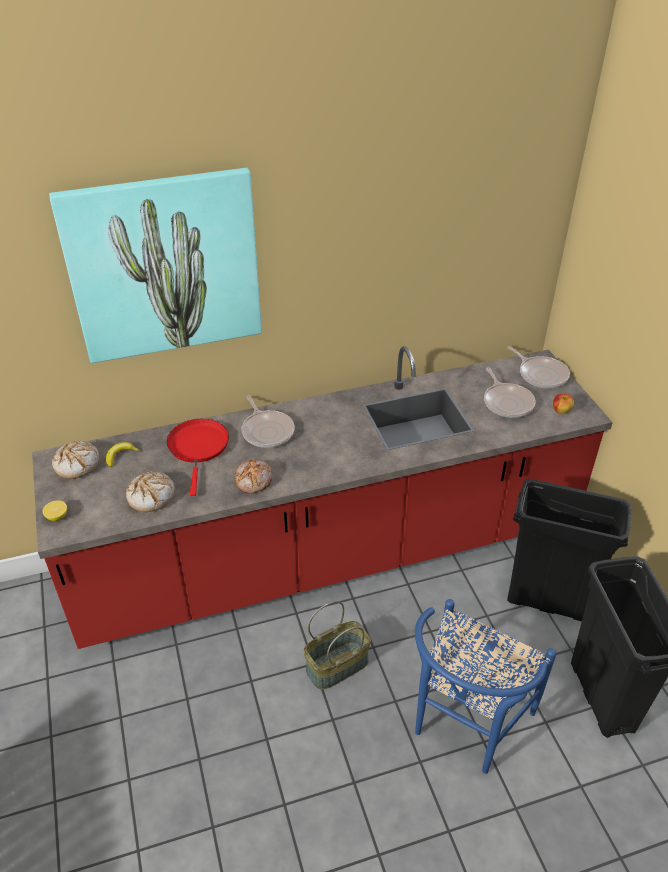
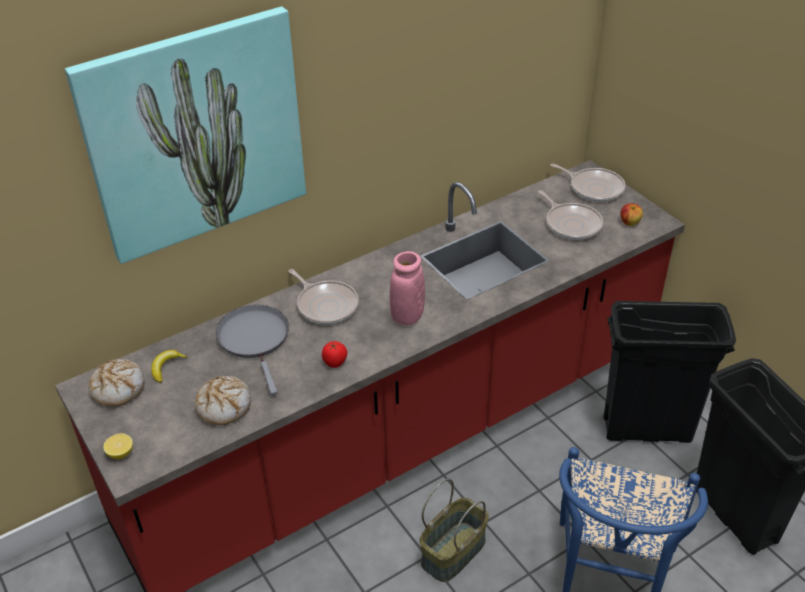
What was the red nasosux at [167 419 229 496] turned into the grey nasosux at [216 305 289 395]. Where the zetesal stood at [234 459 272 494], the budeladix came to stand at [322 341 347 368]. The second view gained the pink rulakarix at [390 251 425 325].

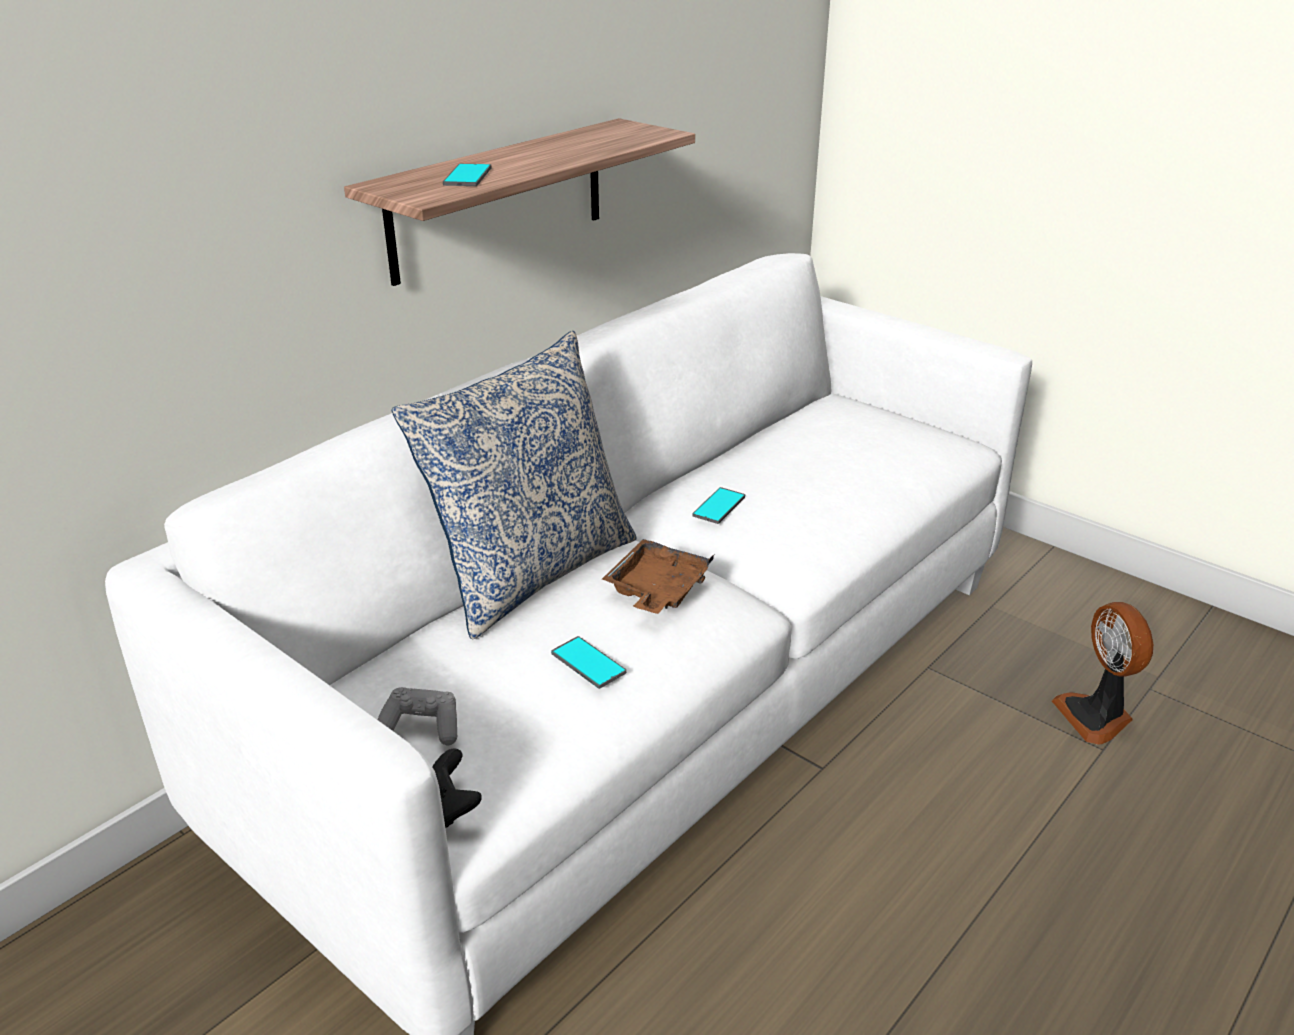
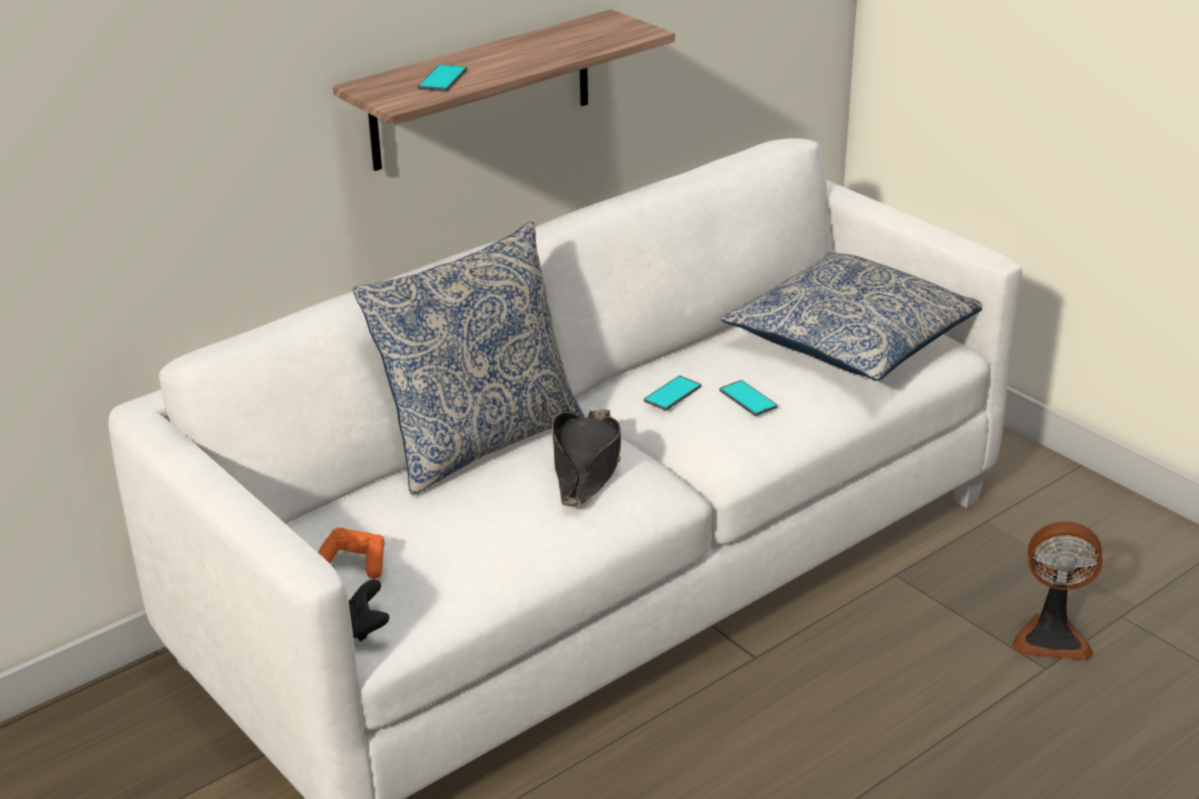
Where the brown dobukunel stood at [602 539 714 614], the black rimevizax came to stand at [552 409 621 506]. The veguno at [1052 602 1153 745] ended up facing another way, 75 degrees counterclockwise from before. The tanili ended up elsewhere, having gone from [551 636 626 689] to [719 380 778 416]. What was the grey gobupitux at [377 687 457 745] turned into the orange gobupitux at [318 528 385 579]. The second view gained the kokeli at [720 252 982 381].

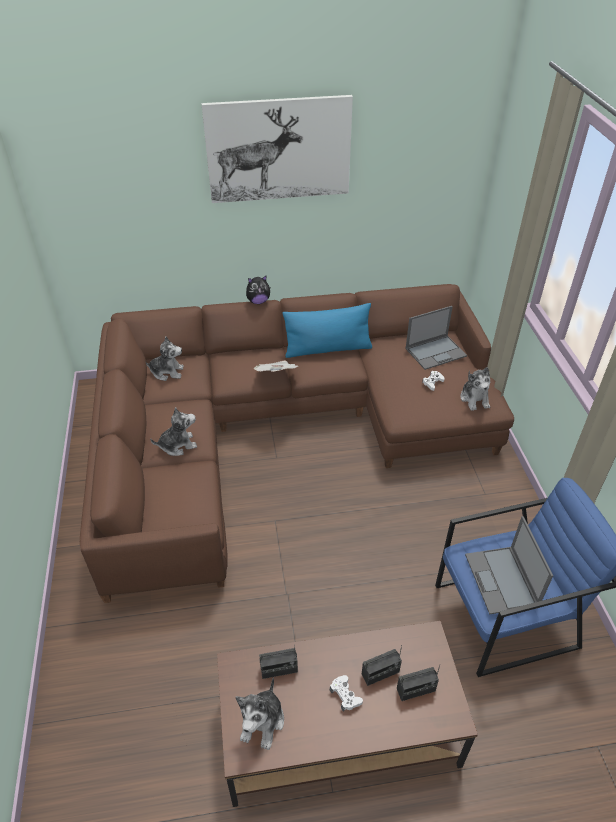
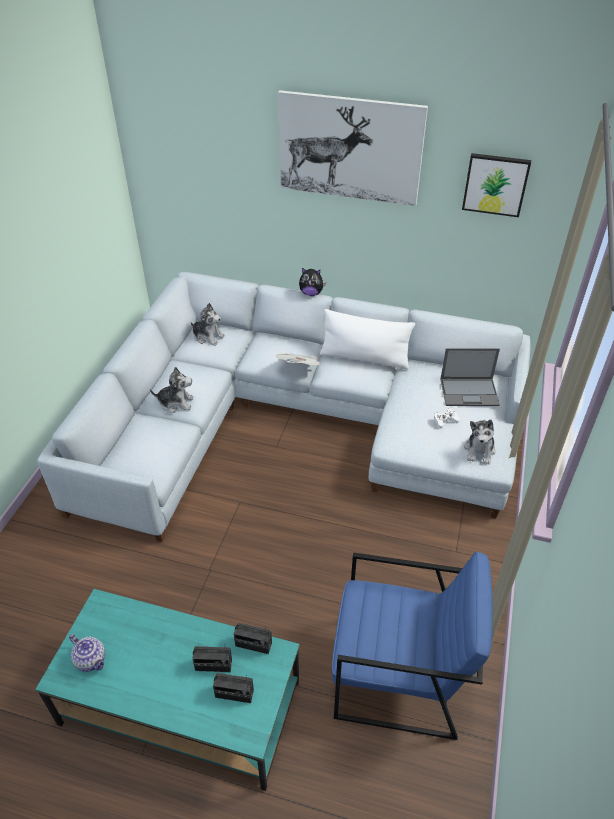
What was the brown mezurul at [80 284 514 603] turned into the grey mezurul at [37 272 531 542]. What was the blue kokeli at [282 303 372 358] turned into the white kokeli at [320 309 415 370]. The second view lost the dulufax at [465 516 553 615]. What was the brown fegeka at [217 621 478 807] turned into the turquoise fegeka at [35 589 300 791]. The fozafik ended up elsewhere, having gone from [259 644 298 679] to [234 623 272 654]. The second view lost the white gobupitux at [330 675 363 711]. Where the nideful stood at [236 677 284 750], the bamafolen came to stand at [69 634 105 672]. The second view gained the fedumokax at [462 153 531 217].

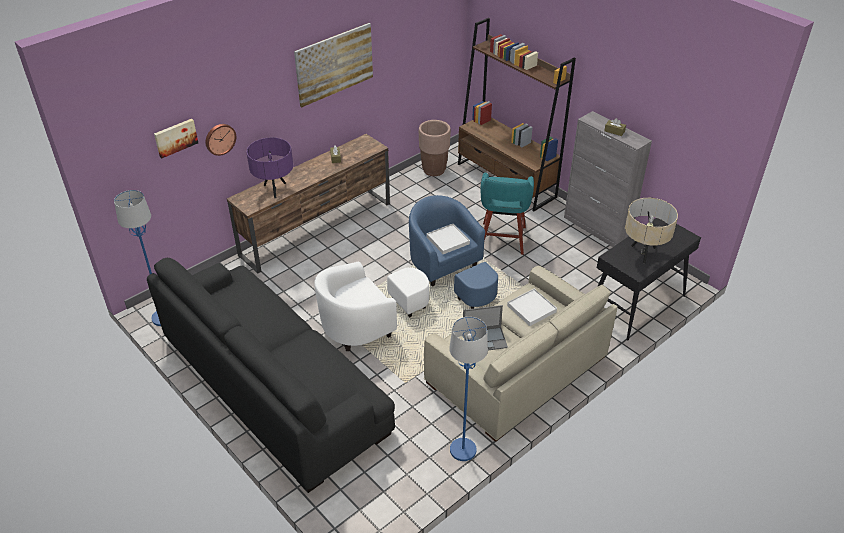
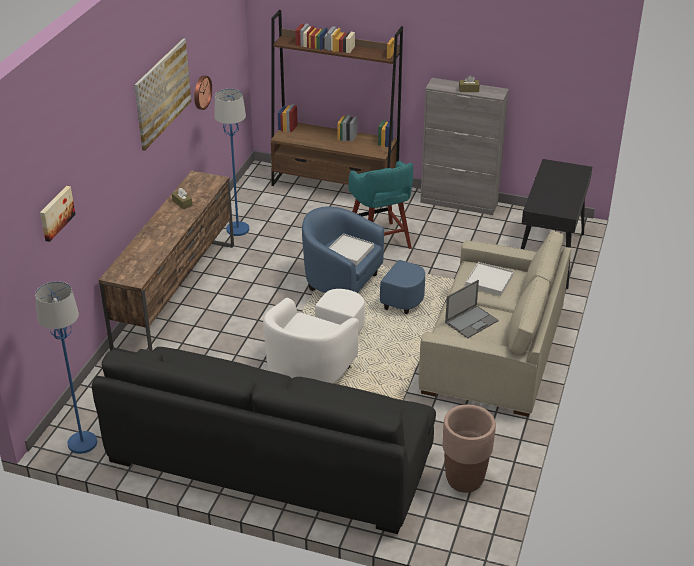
The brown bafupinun ended up elsewhere, having gone from [419 120 451 176] to [443 405 496 493]. The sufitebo ended up elsewhere, having gone from [206 124 236 156] to [194 75 212 110]. The second view lost the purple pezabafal at [247 138 293 198]. The second view lost the beige pezabafal at [625 198 678 264]. The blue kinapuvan ended up elsewhere, having gone from [449 317 488 461] to [214 89 249 236].

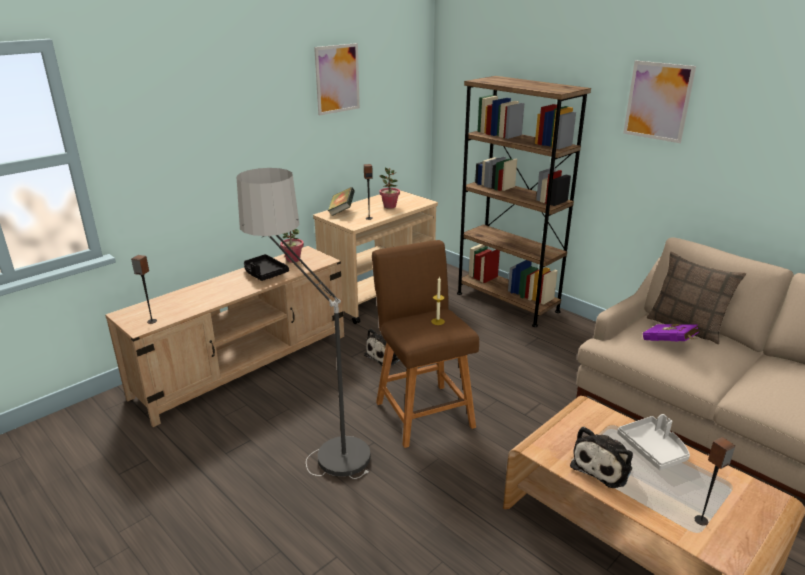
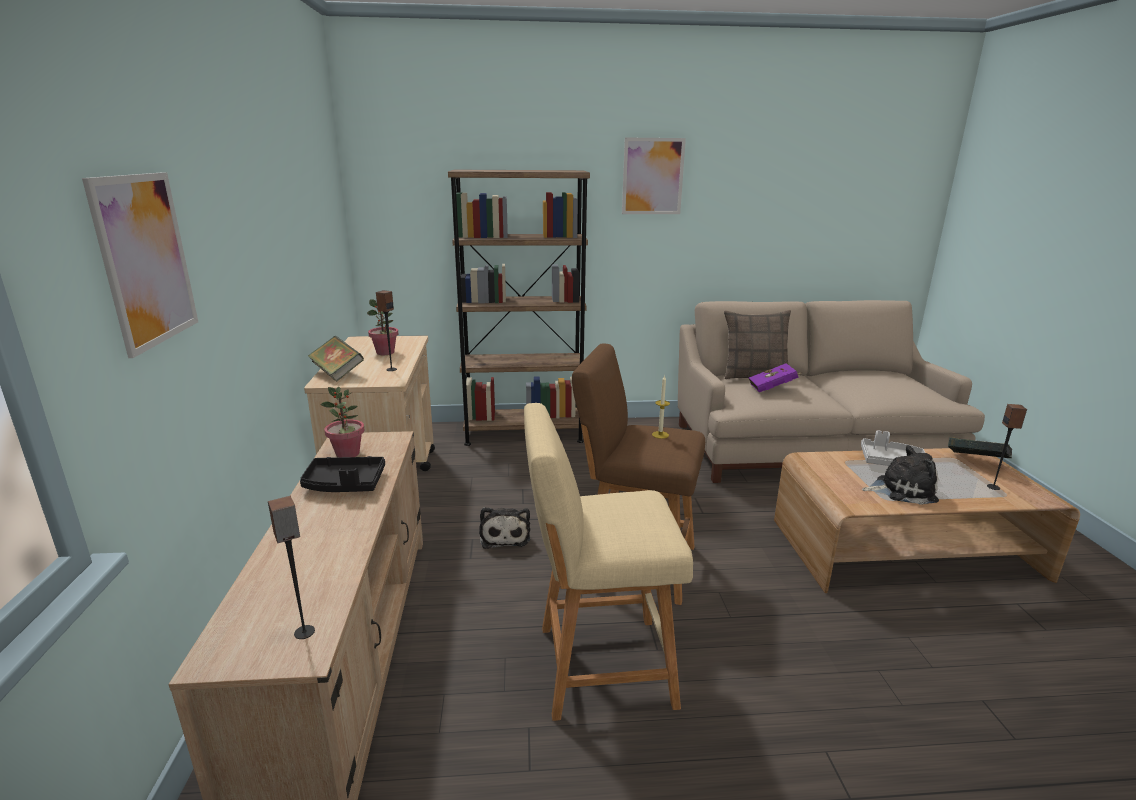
The fedumokax ended up elsewhere, having gone from [314 43 360 115] to [82 172 198 358]. Where the kinapuvan stood at [237 168 371 479], the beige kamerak came to stand at [524 403 693 721]. The nideful at [570 426 633 488] ended up facing another way, 75 degrees counterclockwise from before. The second view gained the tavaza at [948 437 1012 458].

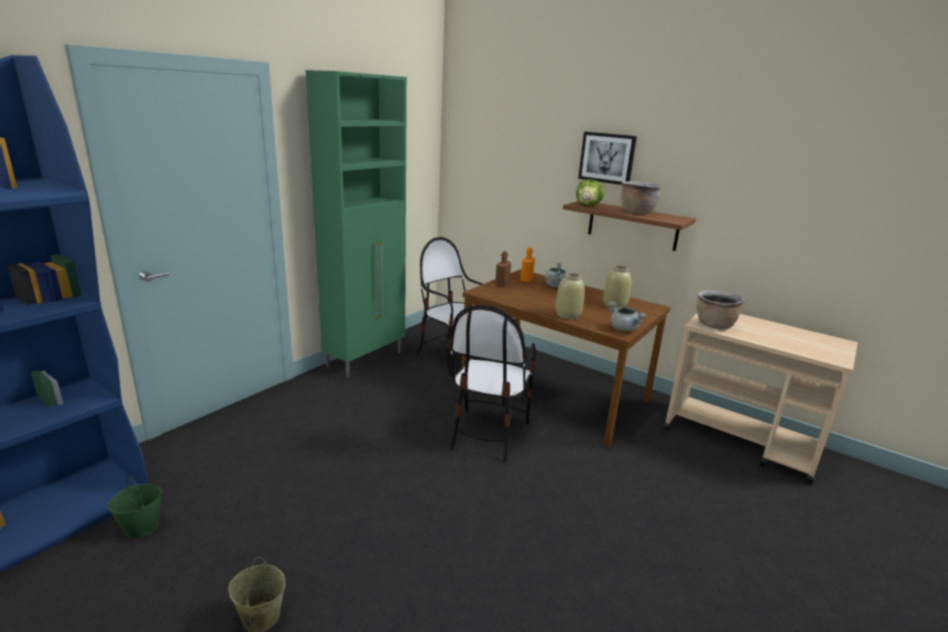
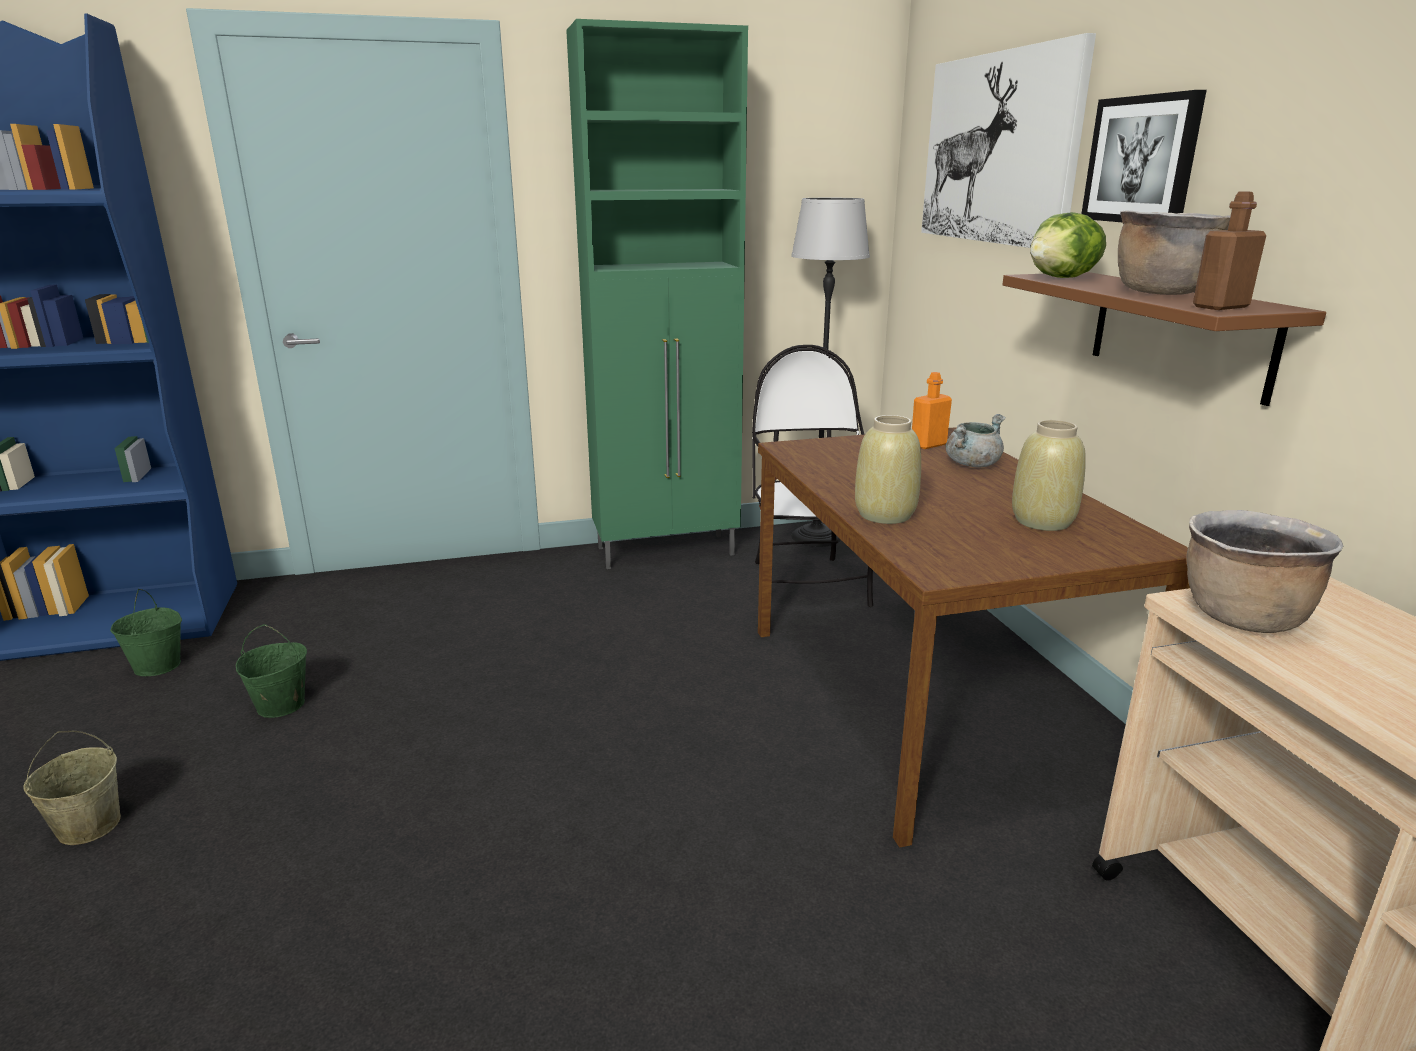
The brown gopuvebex ended up elsewhere, having gone from [495 251 511 287] to [1193 192 1266 310]. The second view lost the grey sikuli at [608 301 647 331]. The second view lost the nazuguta at [450 305 536 462]. The second view gained the fedumokax at [921 33 1096 248]. The second view gained the kinapuvan at [791 198 870 547]. The second view gained the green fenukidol at [236 624 307 718].

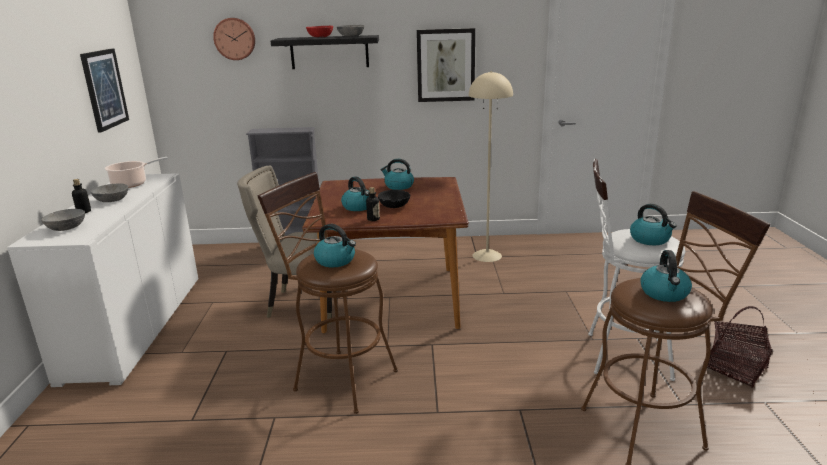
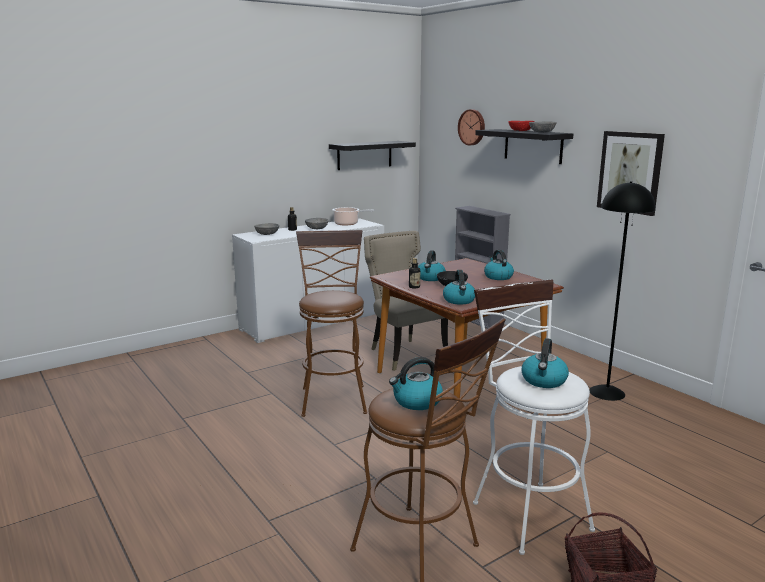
Where the fedumokax hung at [80 48 129 132], the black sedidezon came to hang at [329 141 416 170]. What was the beige kinapuvan at [469 71 513 262] turned into the black kinapuvan at [589 181 656 401]. The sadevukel ended up elsewhere, having gone from [314 224 356 267] to [443 270 475 305].

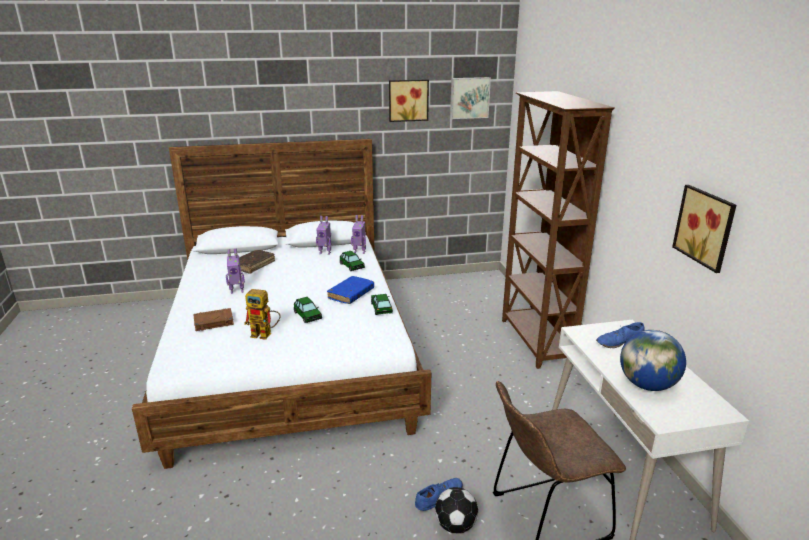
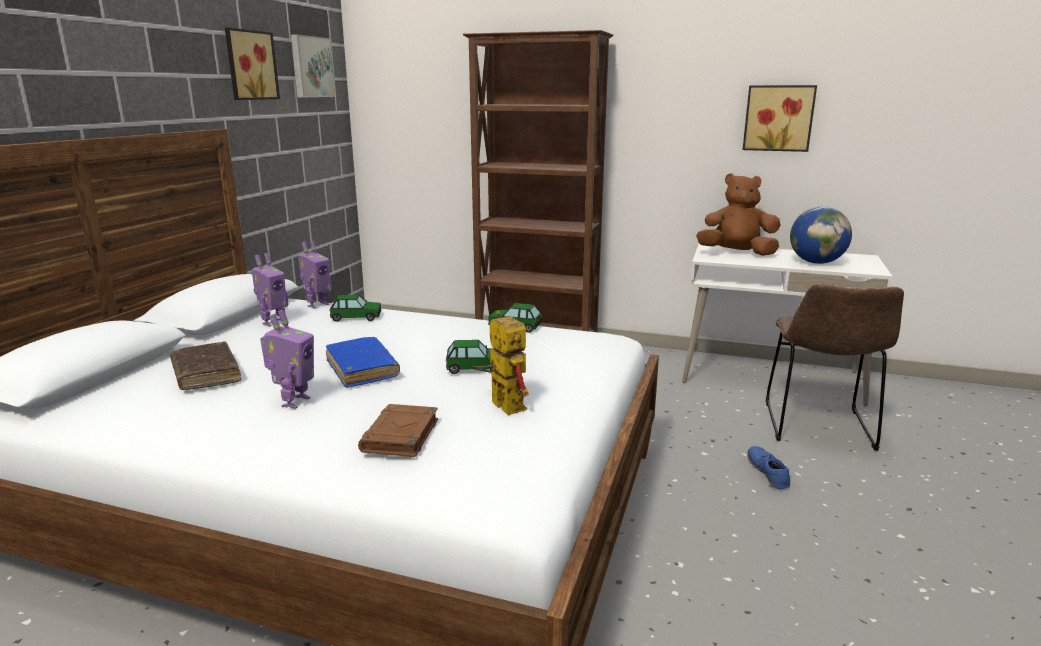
The blue tavaza ended up elsewhere, having gone from [327 276 374 304] to [326 337 400 388]. The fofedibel at [244 289 281 340] ended up facing another way, 75 degrees counterclockwise from before. Where the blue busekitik stood at [596 322 644 348], the brown nideful came to stand at [696 173 780 256]. The second view lost the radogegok at [435 487 478 534].

